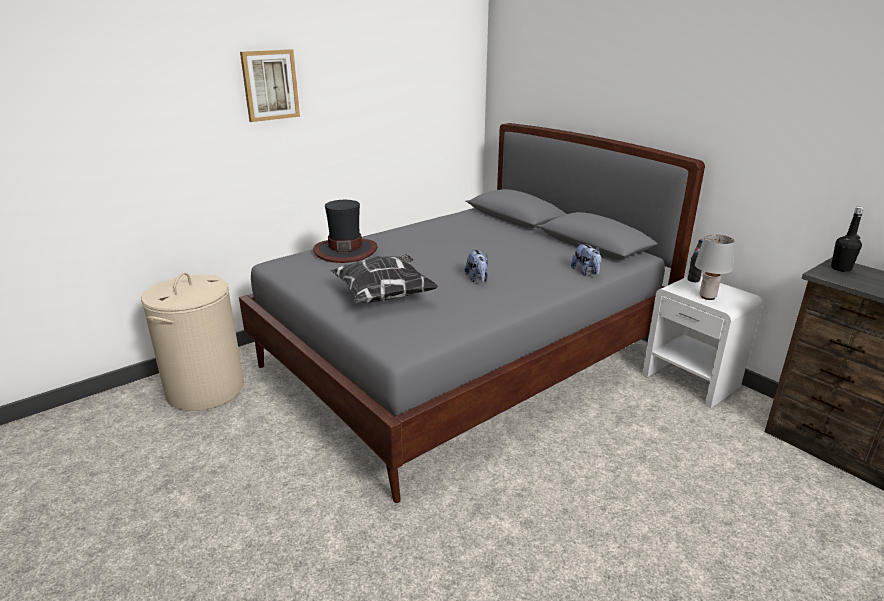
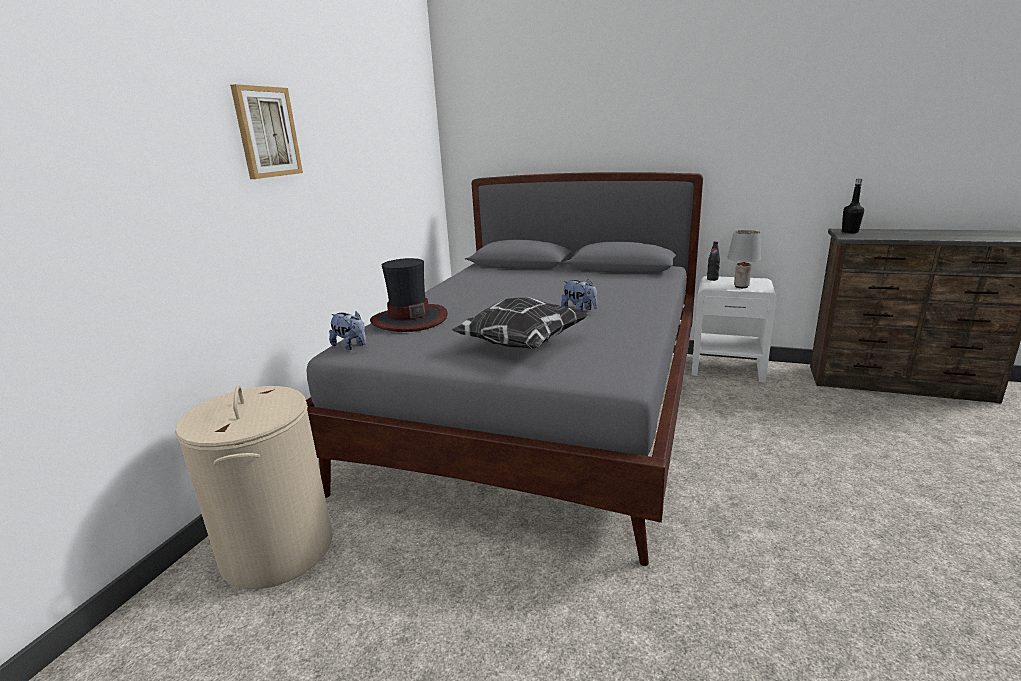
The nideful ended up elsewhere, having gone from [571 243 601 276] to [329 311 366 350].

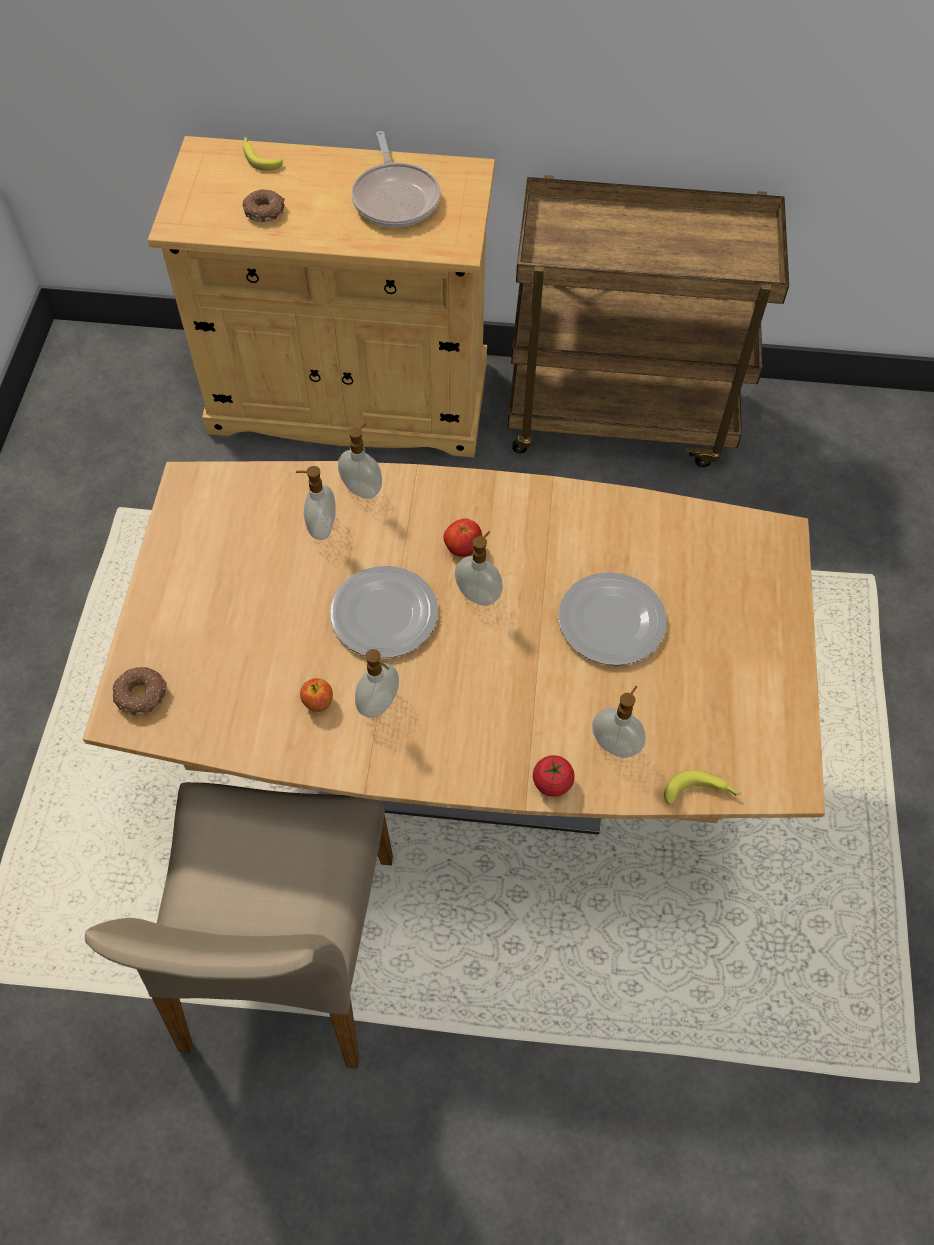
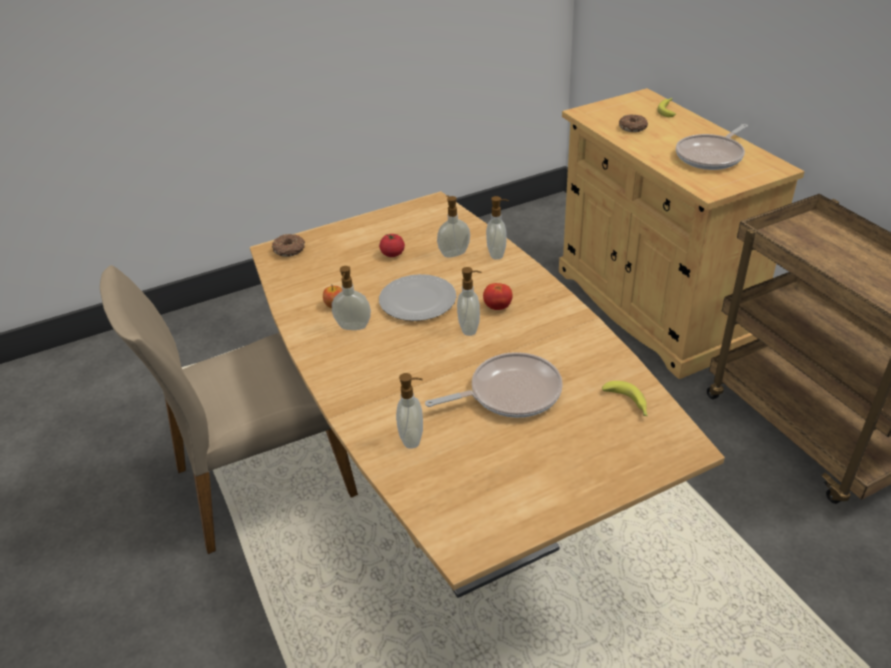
Where the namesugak stood at [558 572 667 665], the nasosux came to stand at [425 352 563 418]. The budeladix ended up elsewhere, having gone from [533 755 575 797] to [379 234 405 257]. The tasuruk ended up elsewhere, having gone from [664 770 741 805] to [602 381 648 416].

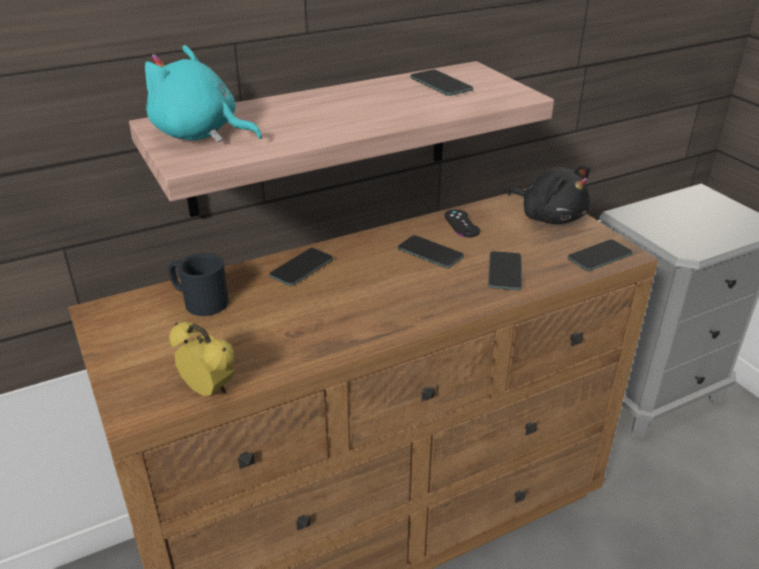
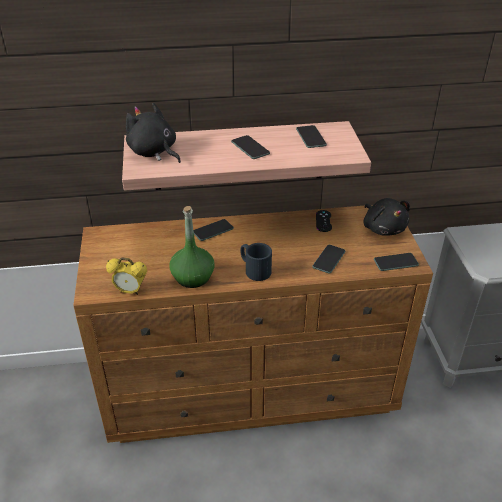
What was the turquoise nideful at [145 45 262 143] turned into the black nideful at [126 103 181 163]. The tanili ended up elsewhere, having gone from [397 235 464 268] to [231 135 270 159]. The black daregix ended up elsewhere, having gone from [169 253 229 316] to [240 243 272 281]. The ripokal at [169 322 235 396] ended up facing another way, 135 degrees clockwise from before. The second view gained the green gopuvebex at [169 206 214 288].

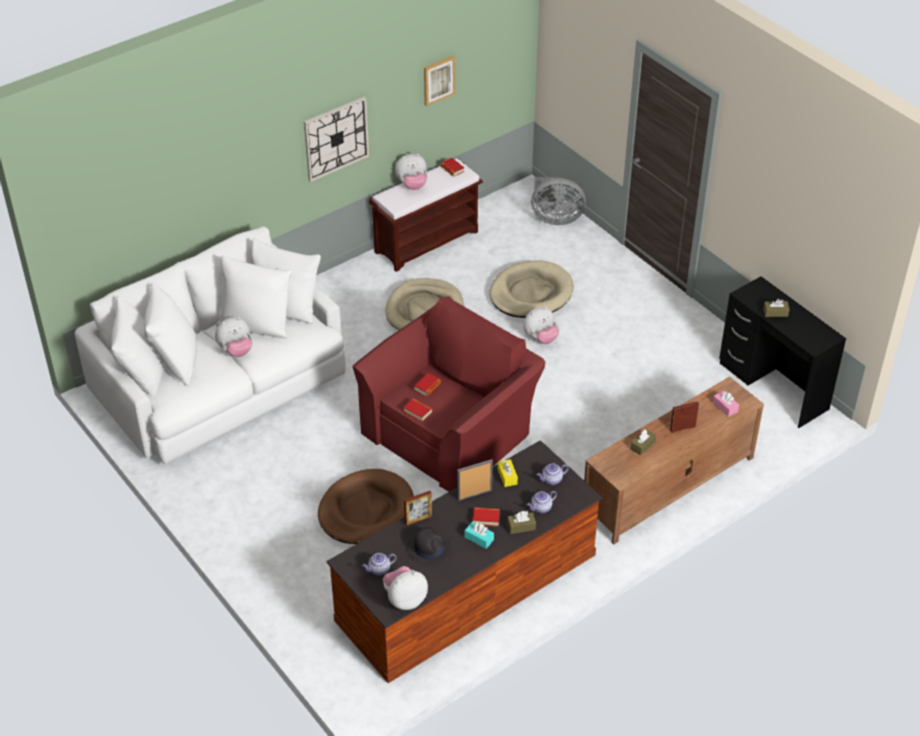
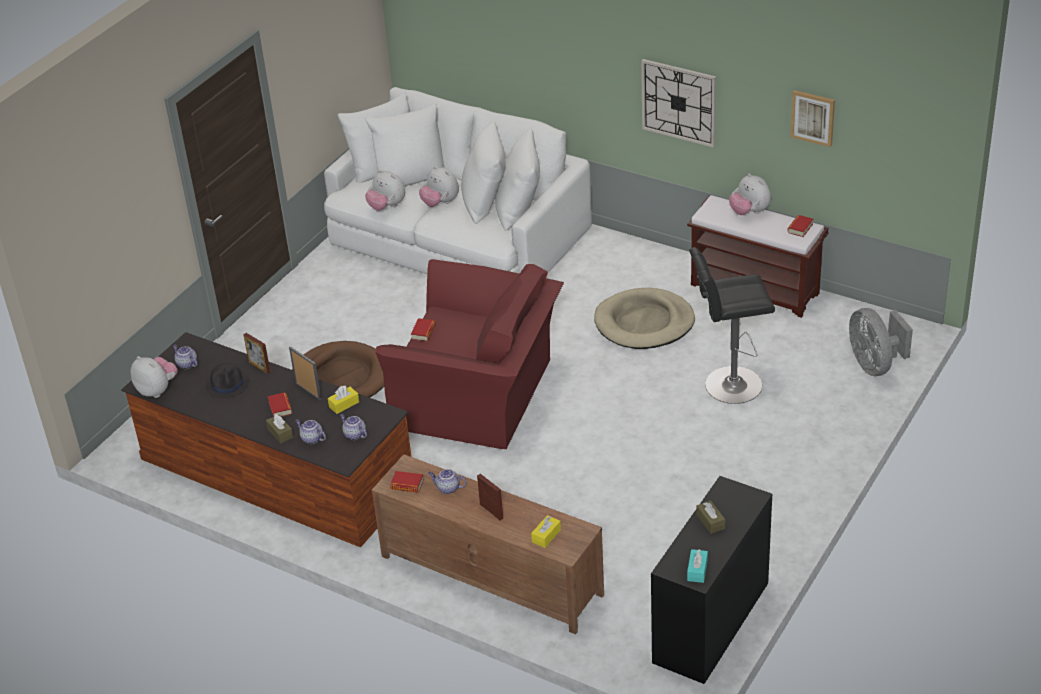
Where the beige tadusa stood at [489 260 574 318], the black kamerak came to stand at [689 247 775 404]. The nideful ended up elsewhere, having gone from [523 307 559 344] to [365 170 405 211]. The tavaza ended up elsewhere, having gone from [414 373 441 397] to [390 471 424 493]. What was the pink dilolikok at [713 391 739 417] turned into the yellow dilolikok at [531 515 561 548]. Where the brown dilolikok stood at [630 429 656 455], the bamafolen came to stand at [428 469 466 494]. The turquoise dilolikok ended up elsewhere, having gone from [465 522 494 549] to [687 549 708 583].

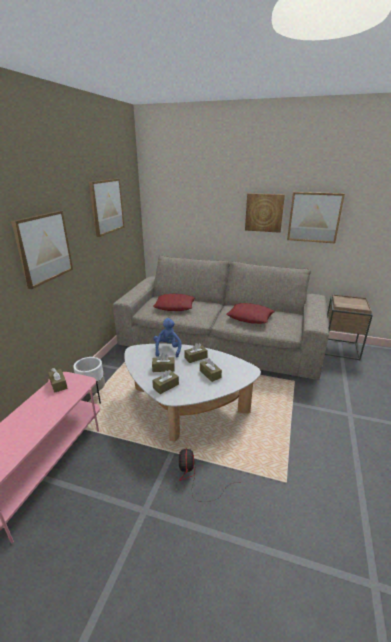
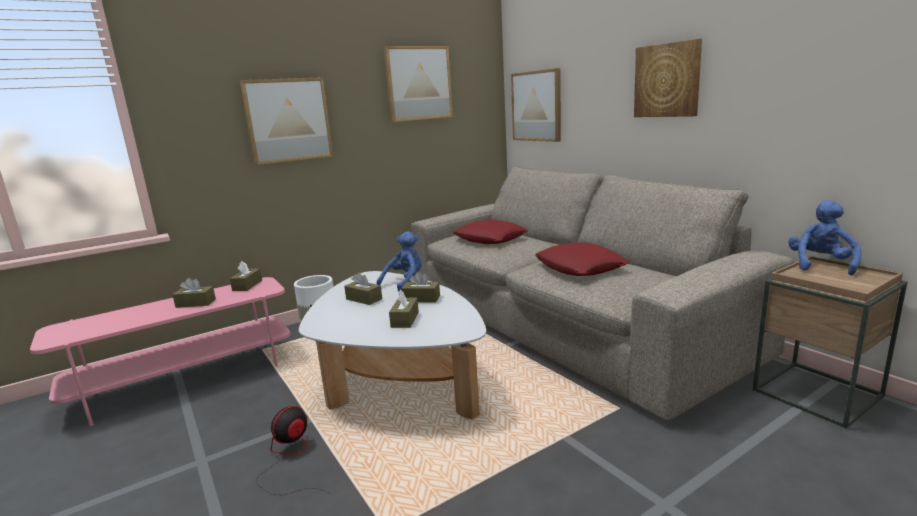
The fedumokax ended up elsewhere, having gone from [287 192 345 243] to [511 68 561 142]. The brown dilolikok ended up elsewhere, having gone from [152 370 179 394] to [172 277 216 308]. The second view gained the blue nideful at [788 200 861 276].

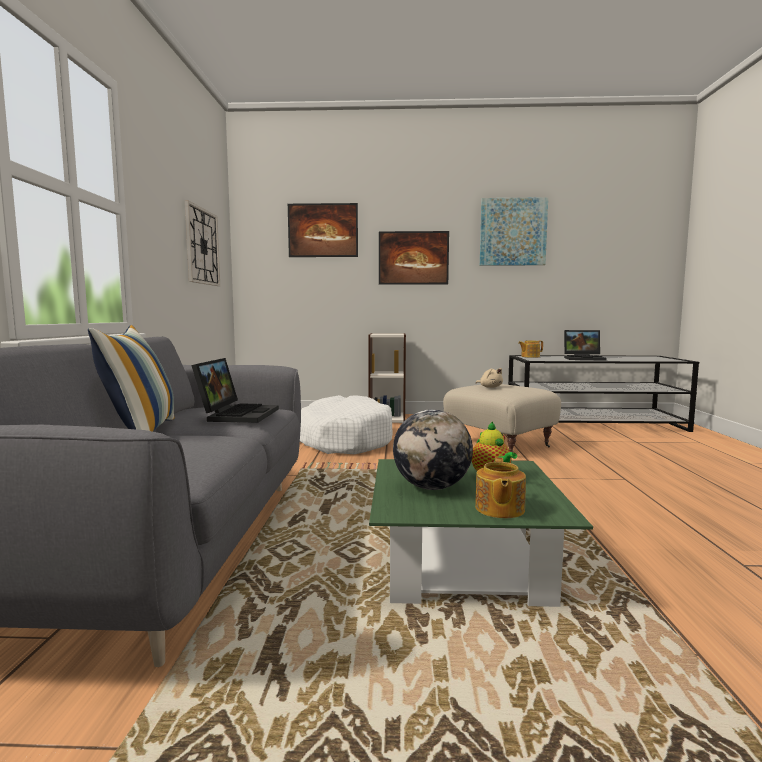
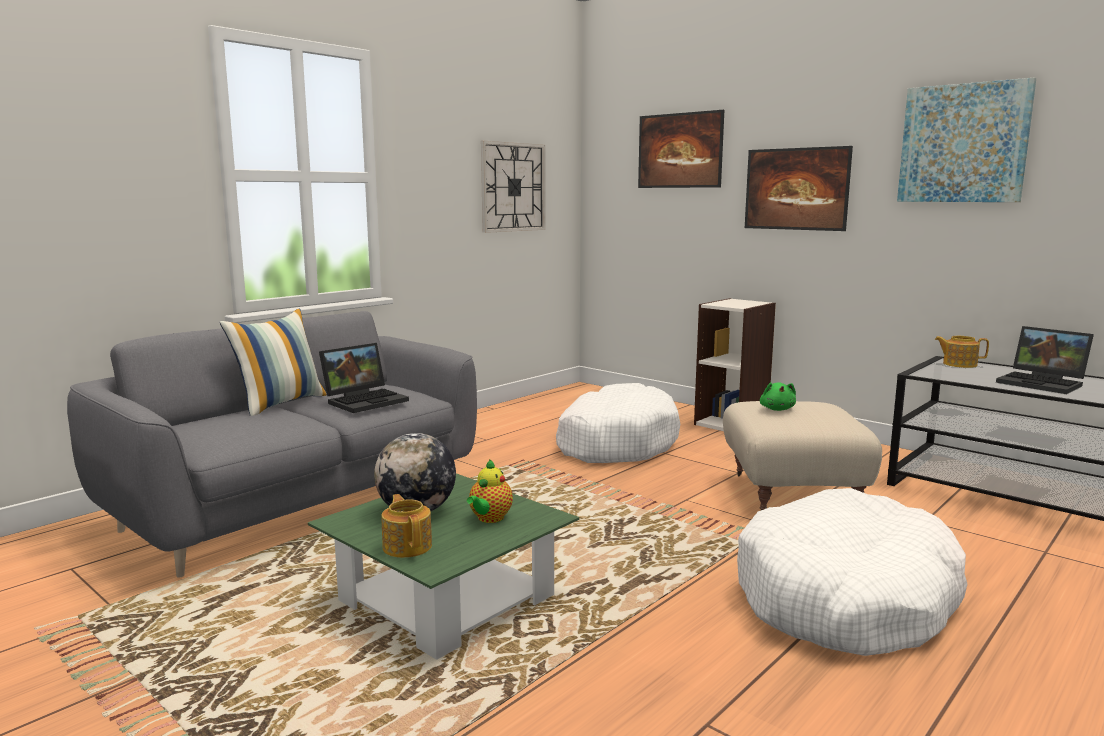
What was the beige nideful at [476 368 503 388] turned into the green nideful at [760 382 796 411]. The bamafolen at [475 457 526 518] ended up facing another way, 105 degrees clockwise from before. The second view gained the white tadusa at [737 488 967 656].

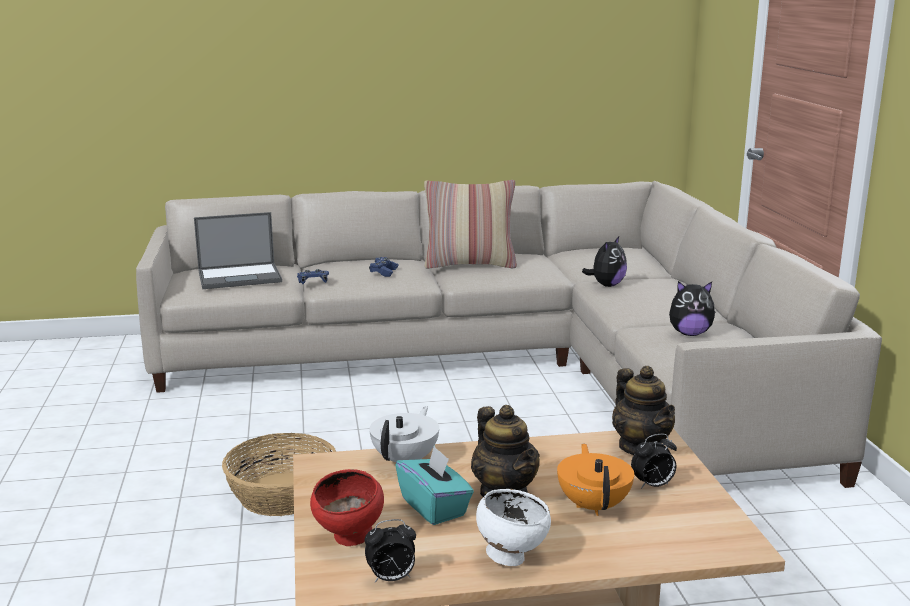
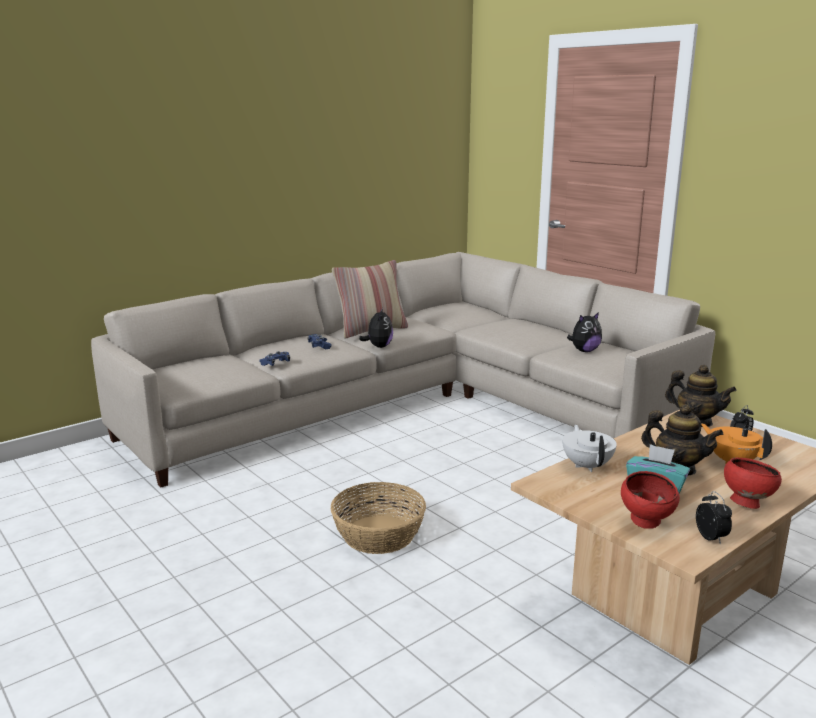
The second view lost the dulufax at [194 212 282 289]. The nideful ended up elsewhere, having gone from [582 237 627 287] to [359 307 393 348]. What was the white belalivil at [476 489 551 566] turned into the red belalivil at [724 458 782 509]. The ripokal at [365 519 416 582] ended up facing another way, 60 degrees counterclockwise from before.

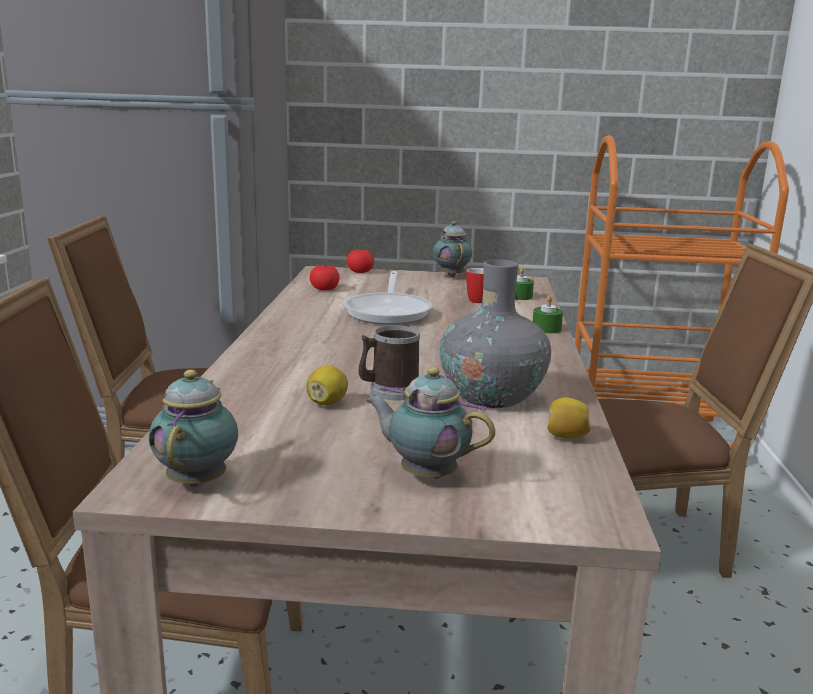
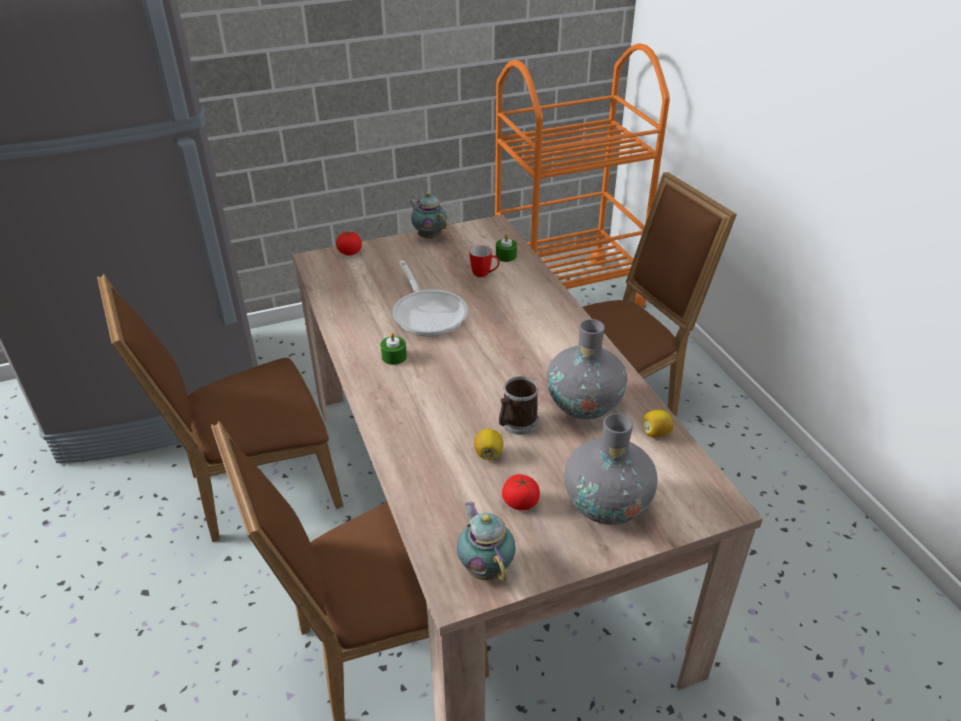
The budeladix ended up elsewhere, having gone from [310 265 340 290] to [502 474 540 510]. The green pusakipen ended up elsewhere, having gone from [533 295 563 334] to [380 333 407 365]. Where the bamafolen stood at [366 367 495 479], the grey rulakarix came to stand at [564 413 658 525].

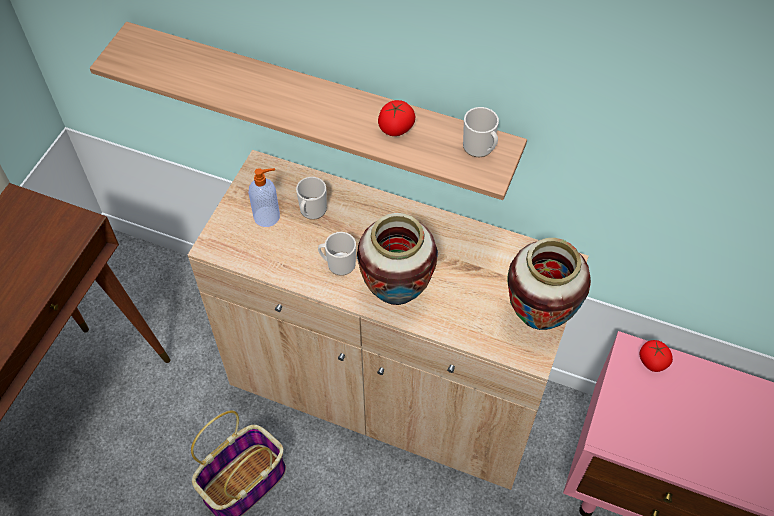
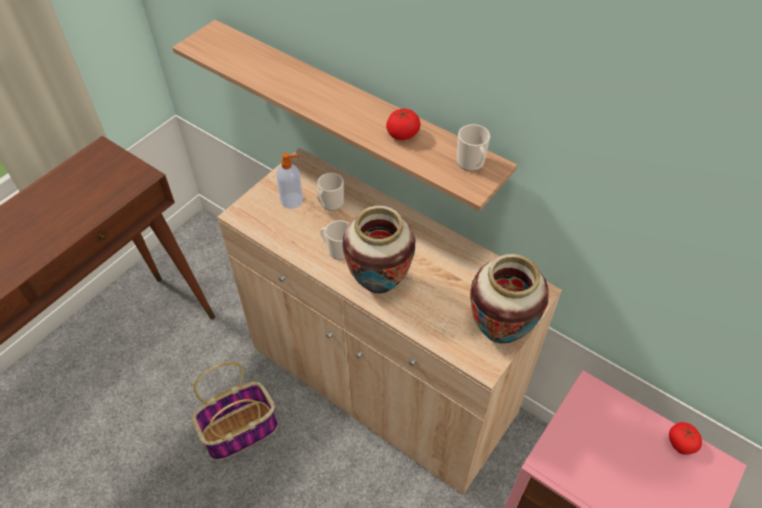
The budeladix ended up elsewhere, having gone from [640 340 673 372] to [669 422 702 455].

